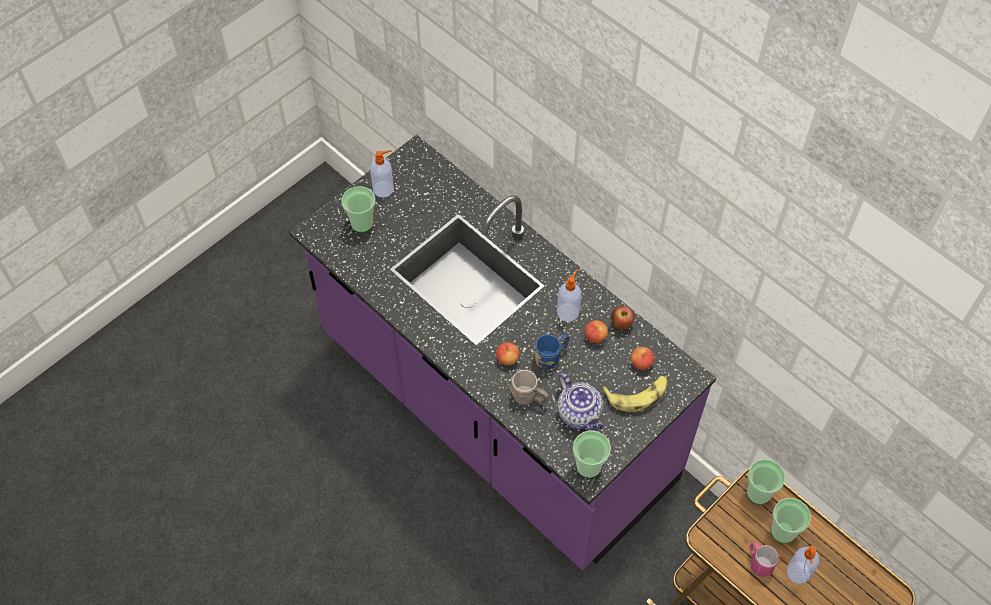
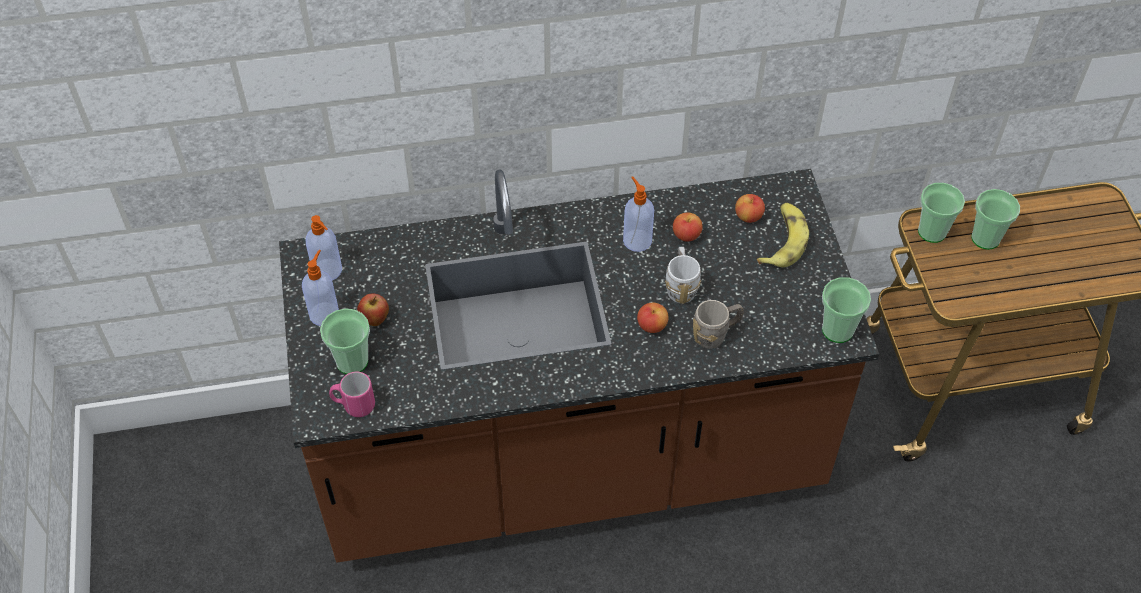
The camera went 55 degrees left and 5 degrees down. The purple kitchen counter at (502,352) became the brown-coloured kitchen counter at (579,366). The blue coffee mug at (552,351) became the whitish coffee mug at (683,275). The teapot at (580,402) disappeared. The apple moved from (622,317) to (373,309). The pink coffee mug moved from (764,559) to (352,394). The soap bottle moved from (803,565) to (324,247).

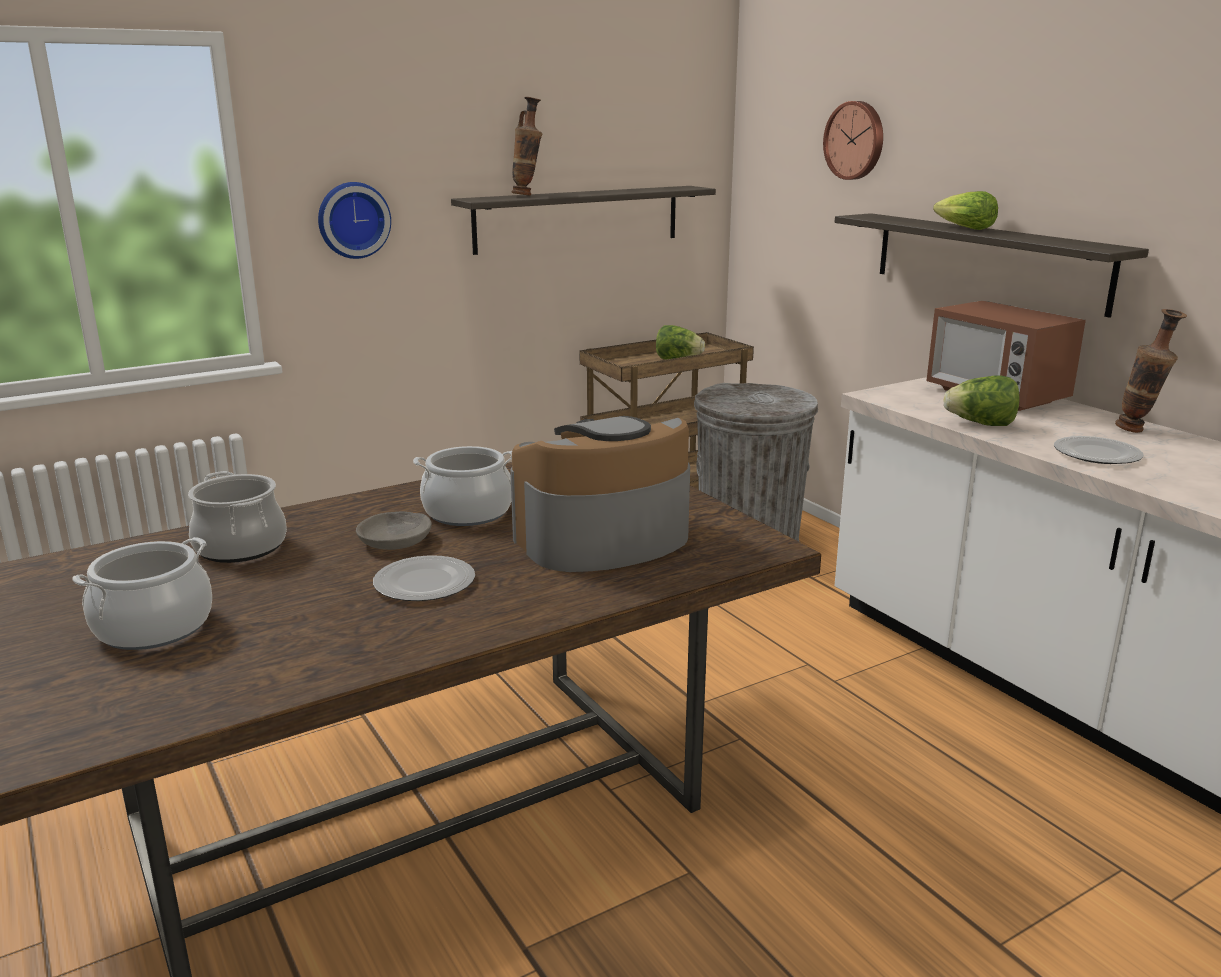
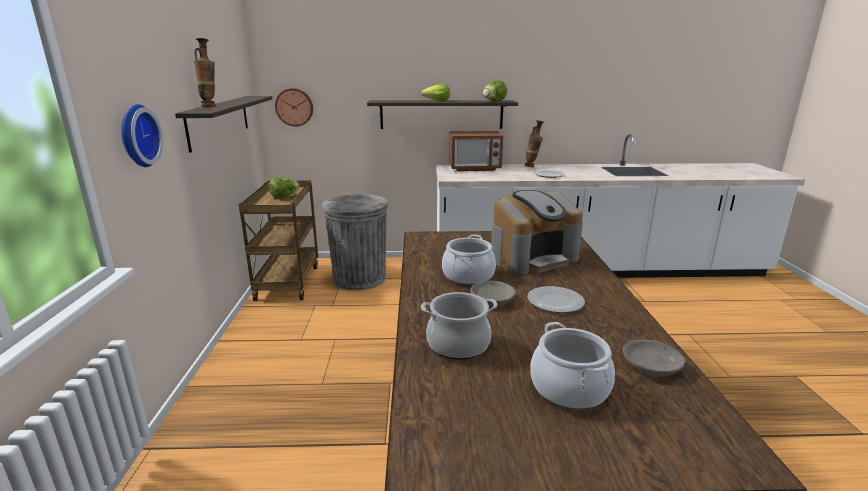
The camera went 60 degrees left and 0 degrees up. The coffee brewer at (600,494) turned 120 degrees counterclockwise. The wall clock moved from (853,140) to (294,107). The lettuce head moved from (981,400) to (495,91). The grey bowl at (654,358) appeared.

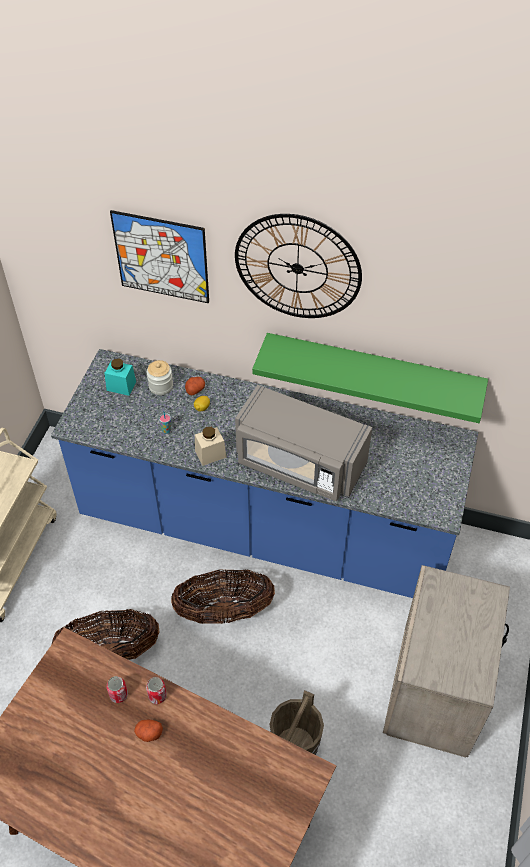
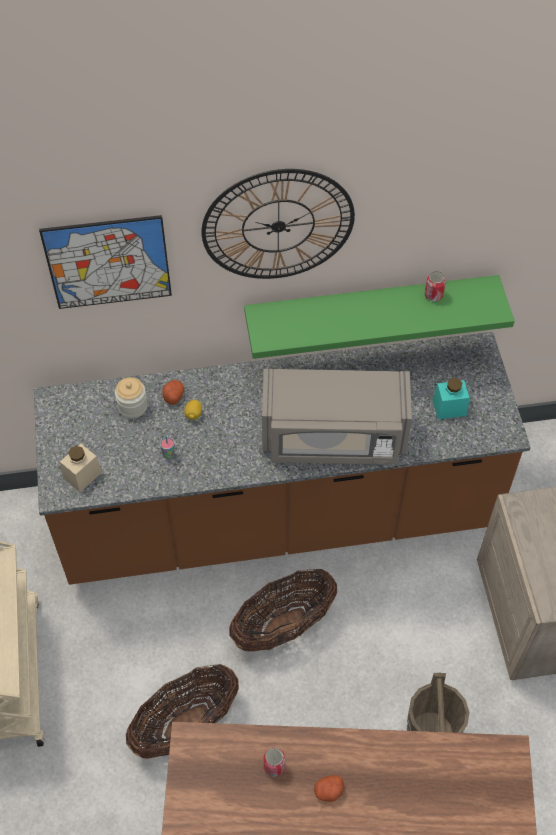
The camera went 25 degrees left and 5 degrees up. The blue kitchen counter at (264,473) became the brown-coloured kitchen counter at (282,458). The turquoise-coloured storage jar moved from (120,377) to (450,398). The metal can moved from (156,690) to (435,286). The beige-coloured storage jar moved from (210,446) to (81,468).

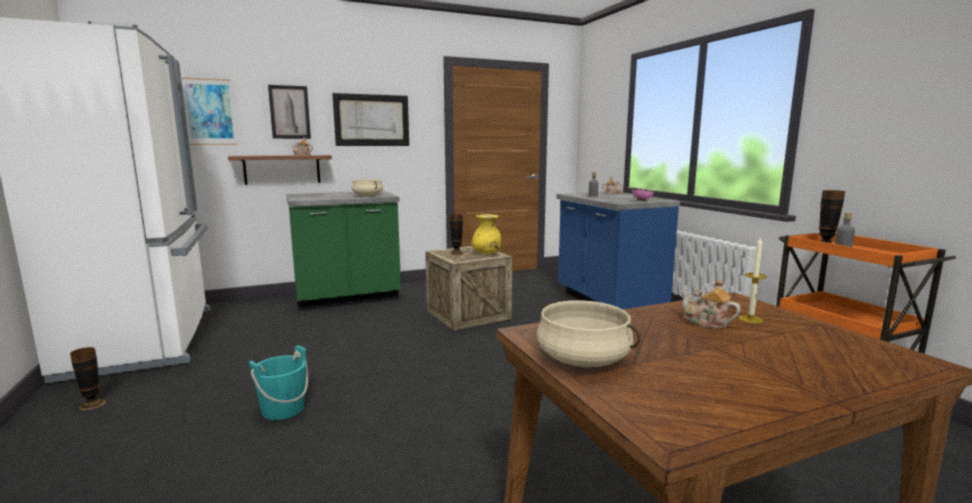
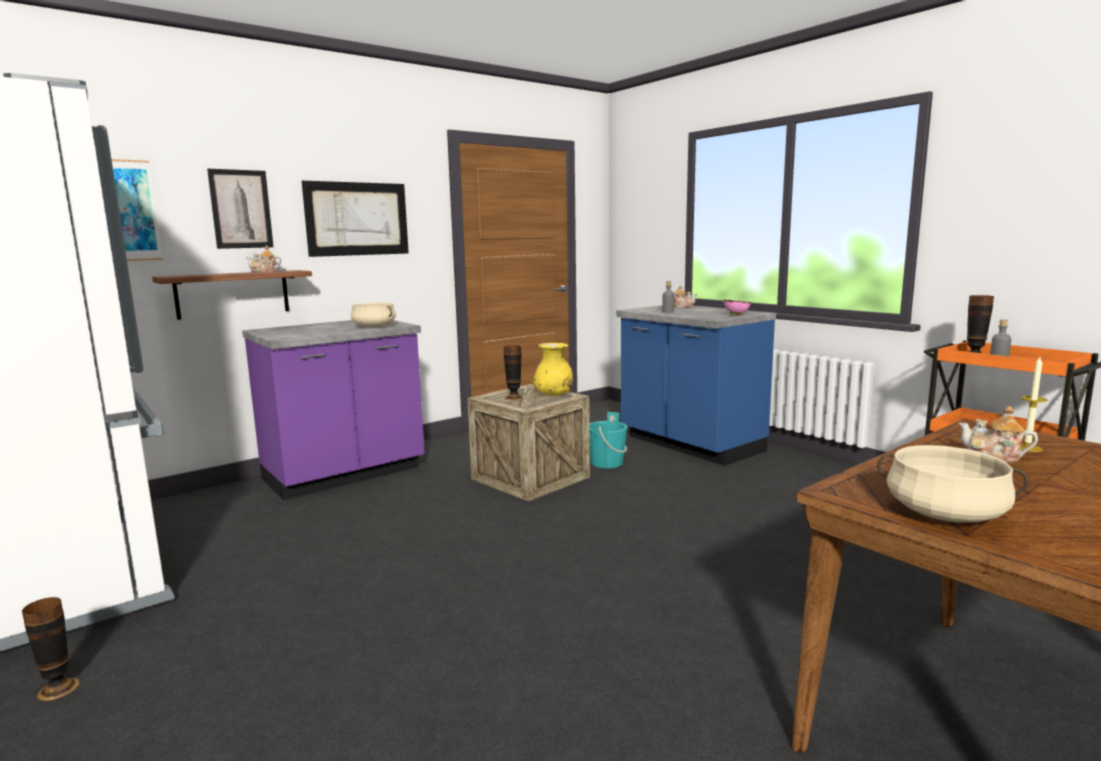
The camera went 15 degrees left and 0 degrees up. The turquoise-coloured water bucket moved from (278,382) to (608,440). The green kitchen counter at (344,251) became the purple kitchen counter at (333,410).

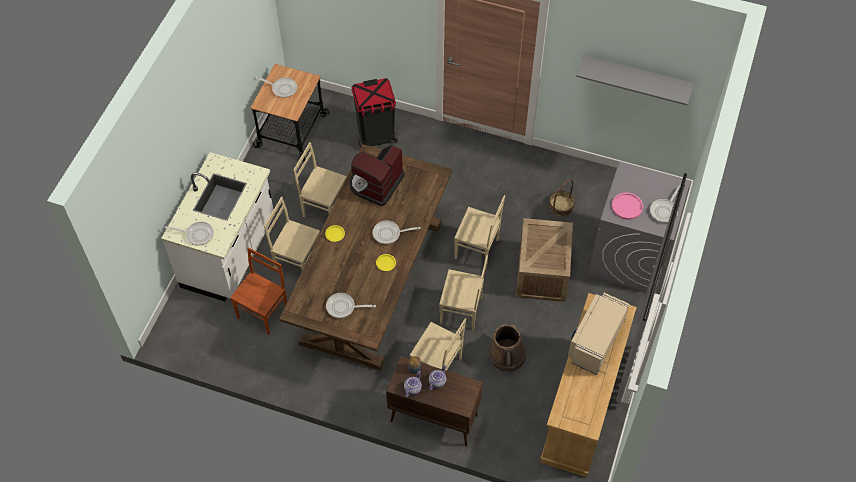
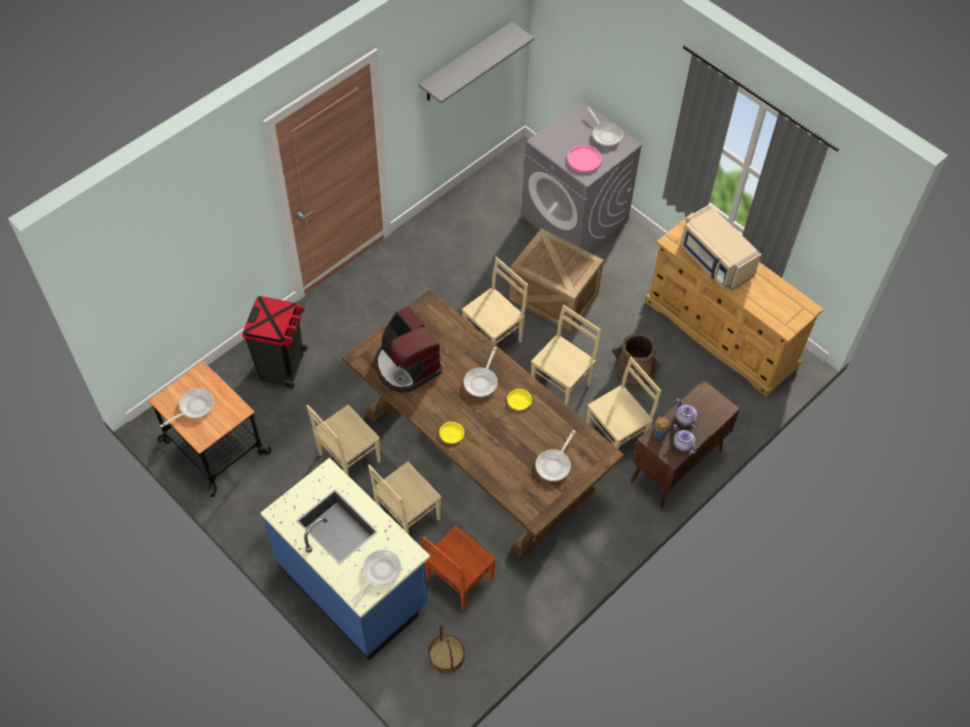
The camera went 65 degrees left and 0 degrees up. The whitish kitchen counter at (217,227) became the blue kitchen counter at (345,559). The brown-coloured chair at (258,291) turned 105 degrees counterclockwise. The storage basket moved from (562,197) to (446,649).

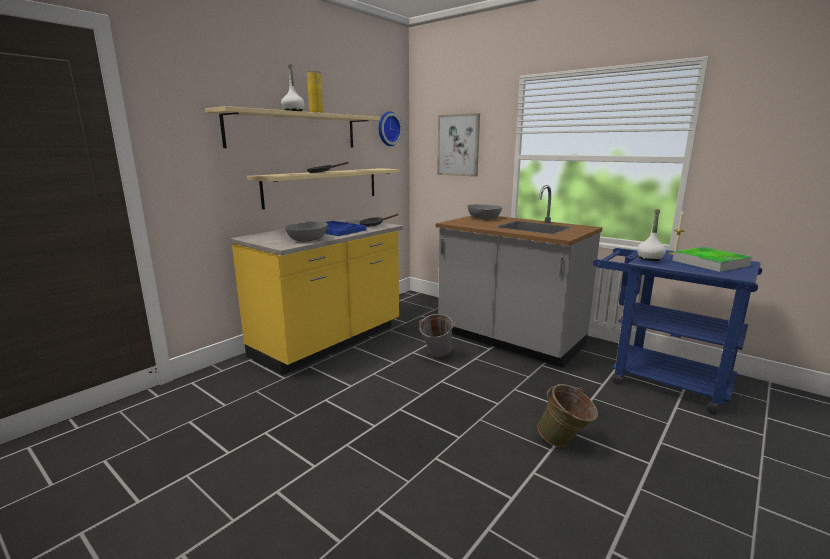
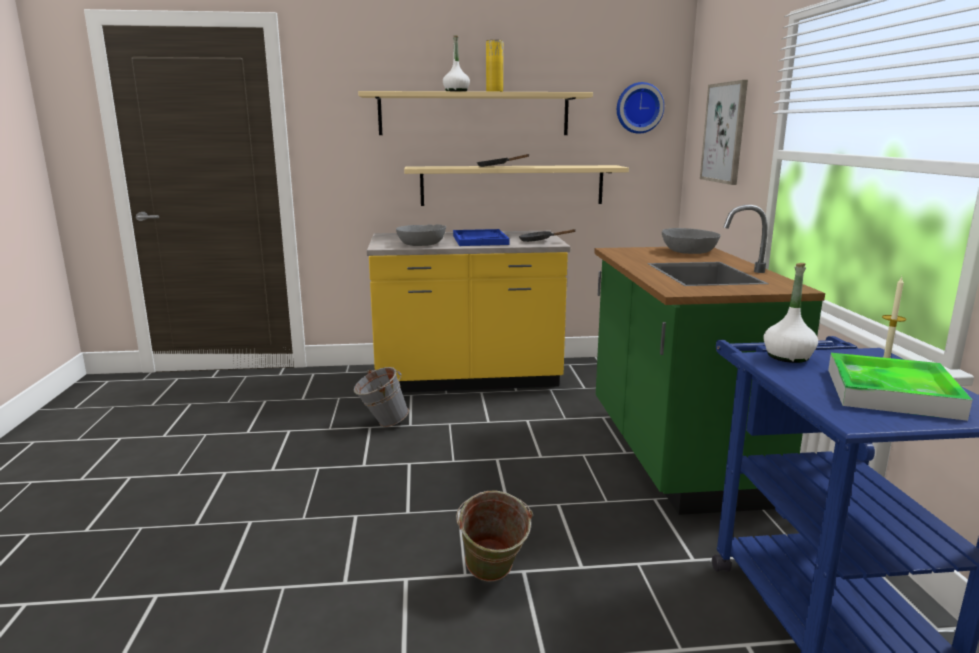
The camera went 45 degrees right and 0 degrees up. The grey water bucket moved from (437,335) to (381,397). The grey kitchen counter at (519,276) became the green kitchen counter at (709,360).

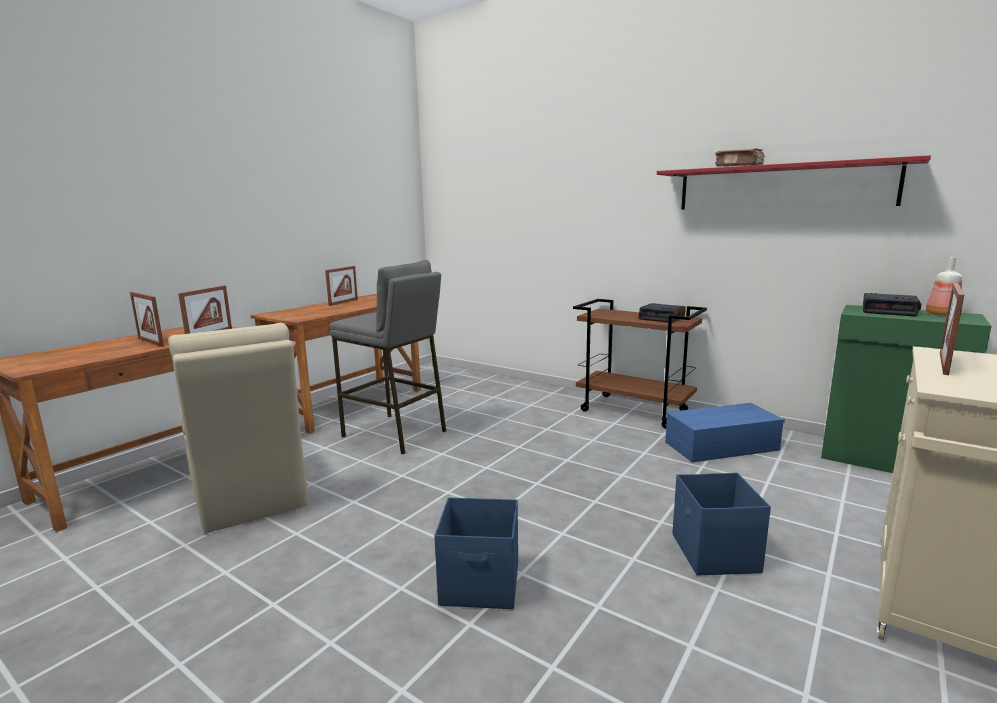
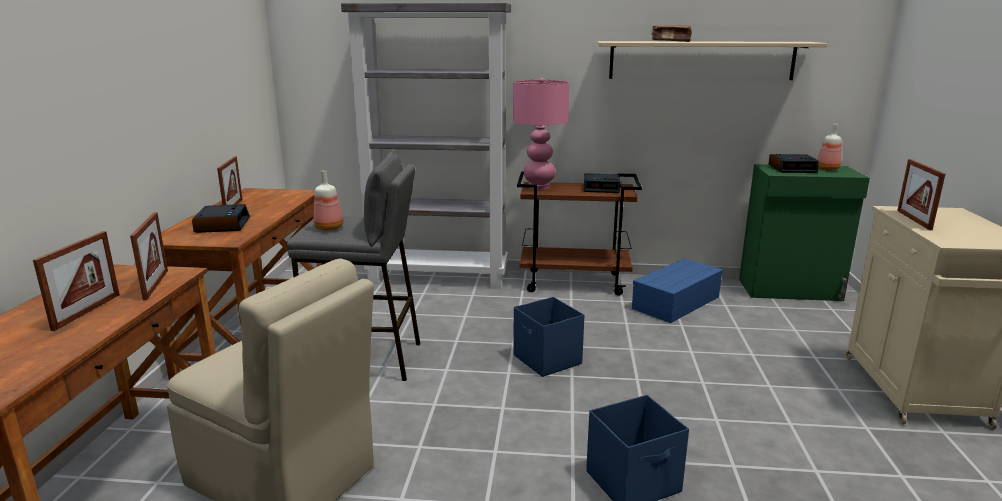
The camera went 30 degrees left and 5 degrees up. The photo frame at (147,319) turned 90 degrees counterclockwise. The red shelf at (794,182) became the beige-coloured shelf at (712,60). The blue storage bin moved from (721,524) to (548,337). The alarm clock at (221,218) appeared. The beverage bottle at (328,200) appeared. The grey bookcase at (426,146) appeared. The pink lamp for a table at (541,134) appeared.

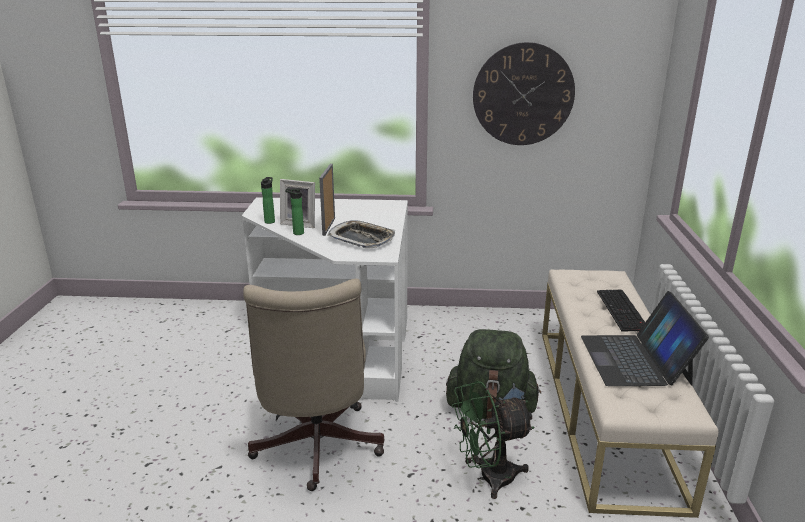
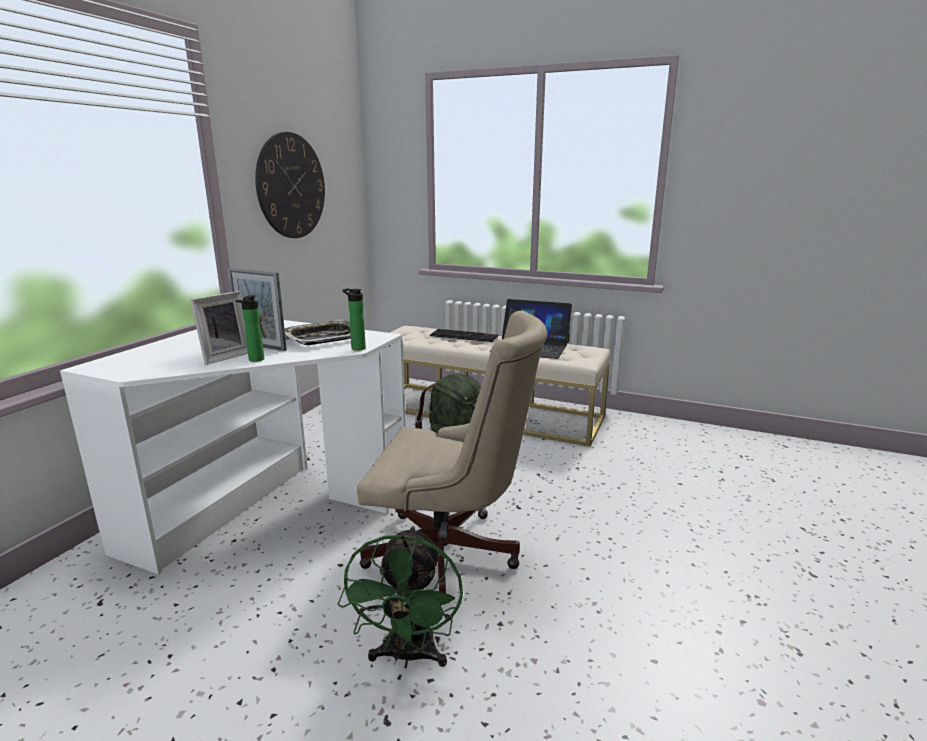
The camera went 70 degrees left and 5 degrees down. The beverage bottle moved from (268,200) to (354,319). The green fan moved from (493,439) to (400,597).

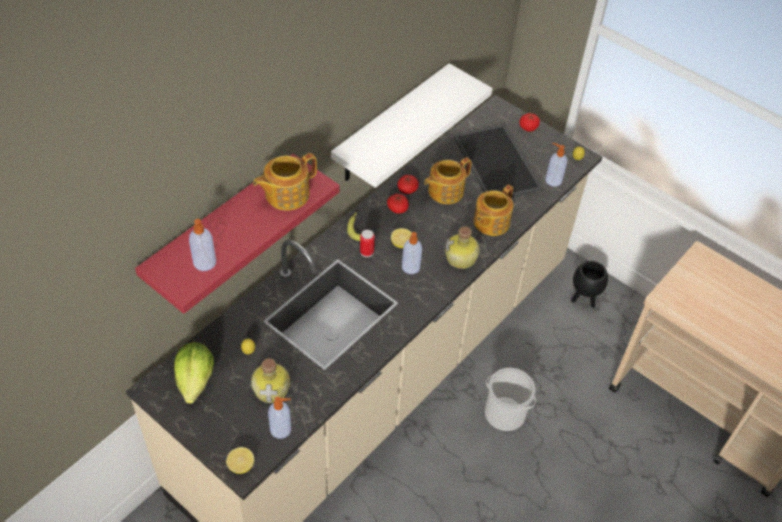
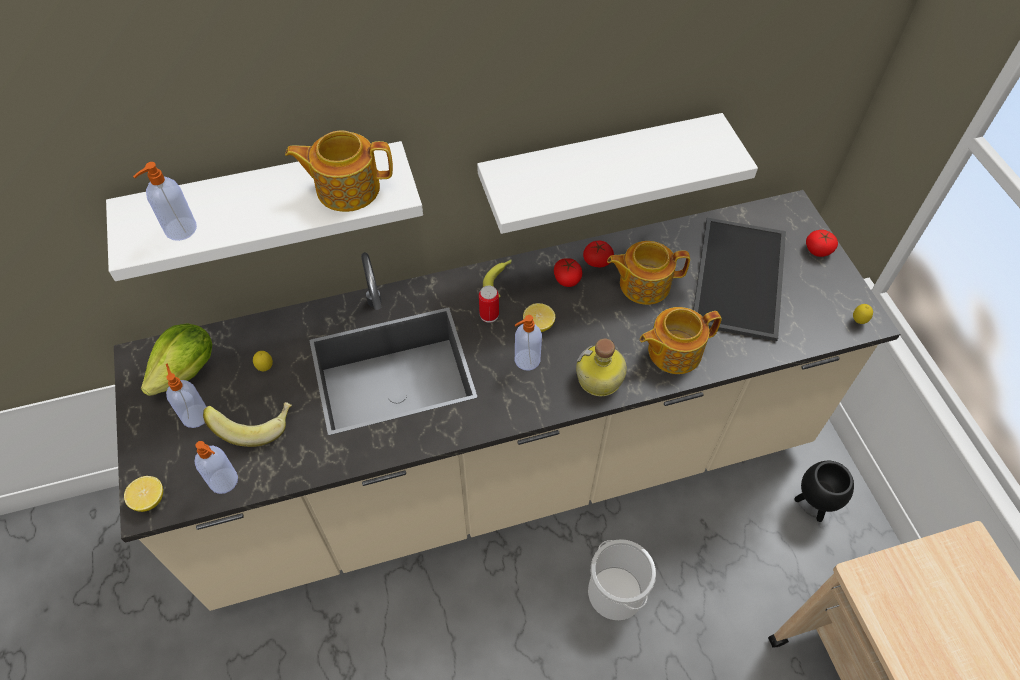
The camera went 35 degrees right and 5 degrees up. The red shelf at (237,234) became the whitish shelf at (264,211). The beverage bottle at (270,380) was replaced by the whole banana at (247,424). The soap bottle moved from (556,165) to (186,396).

